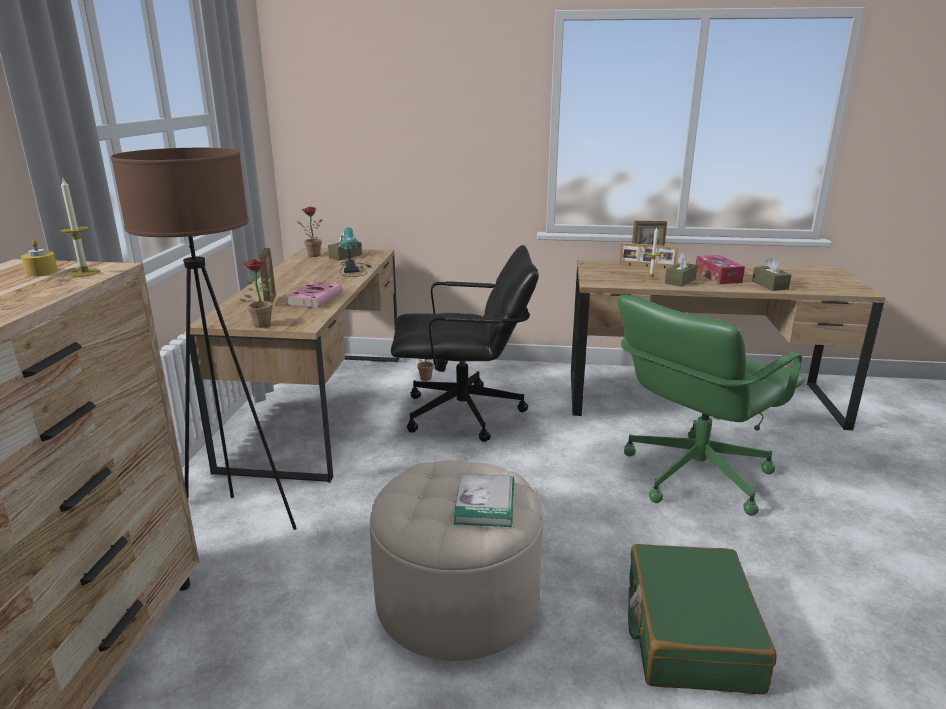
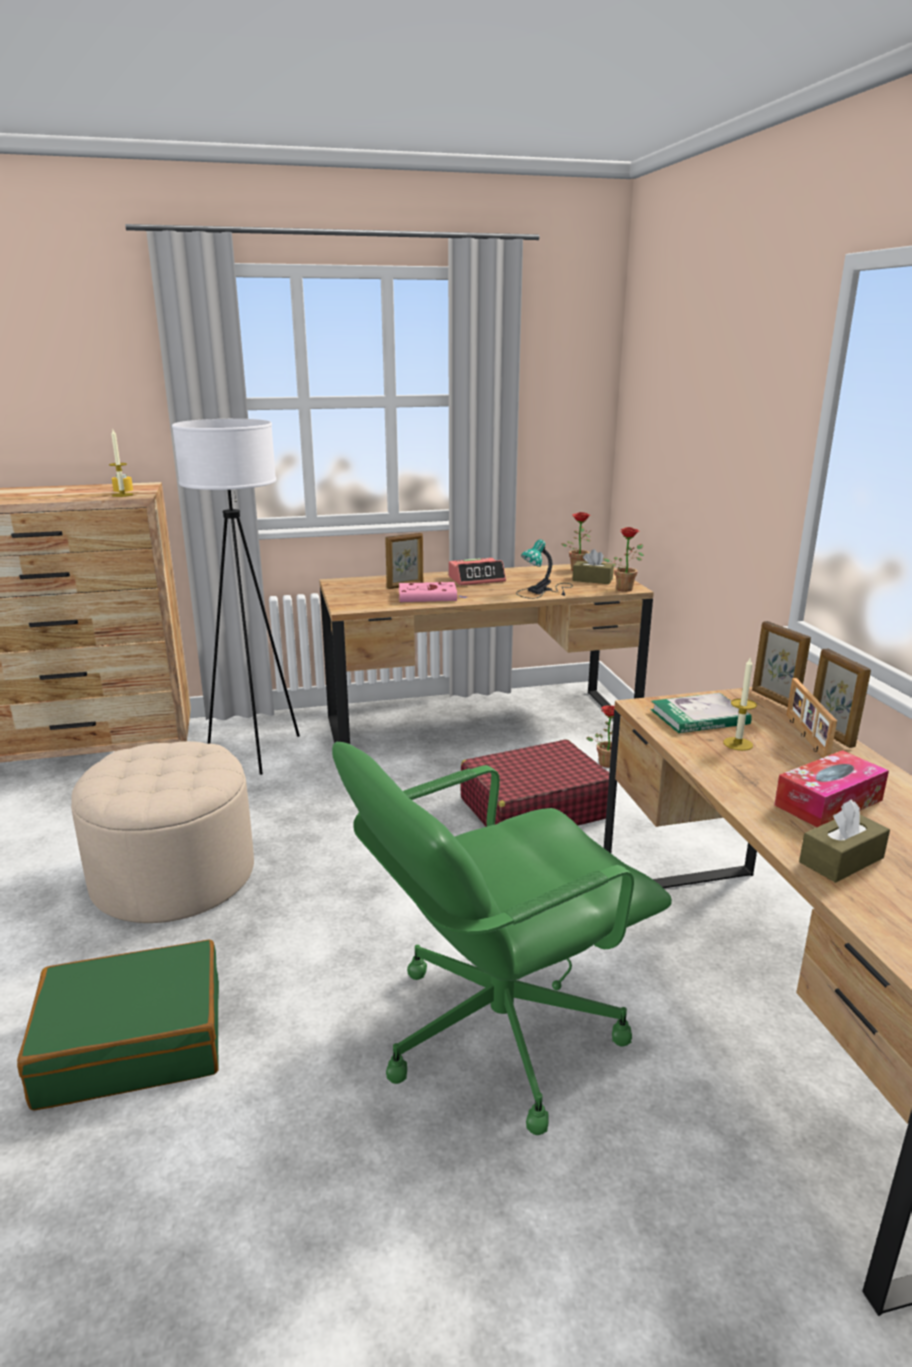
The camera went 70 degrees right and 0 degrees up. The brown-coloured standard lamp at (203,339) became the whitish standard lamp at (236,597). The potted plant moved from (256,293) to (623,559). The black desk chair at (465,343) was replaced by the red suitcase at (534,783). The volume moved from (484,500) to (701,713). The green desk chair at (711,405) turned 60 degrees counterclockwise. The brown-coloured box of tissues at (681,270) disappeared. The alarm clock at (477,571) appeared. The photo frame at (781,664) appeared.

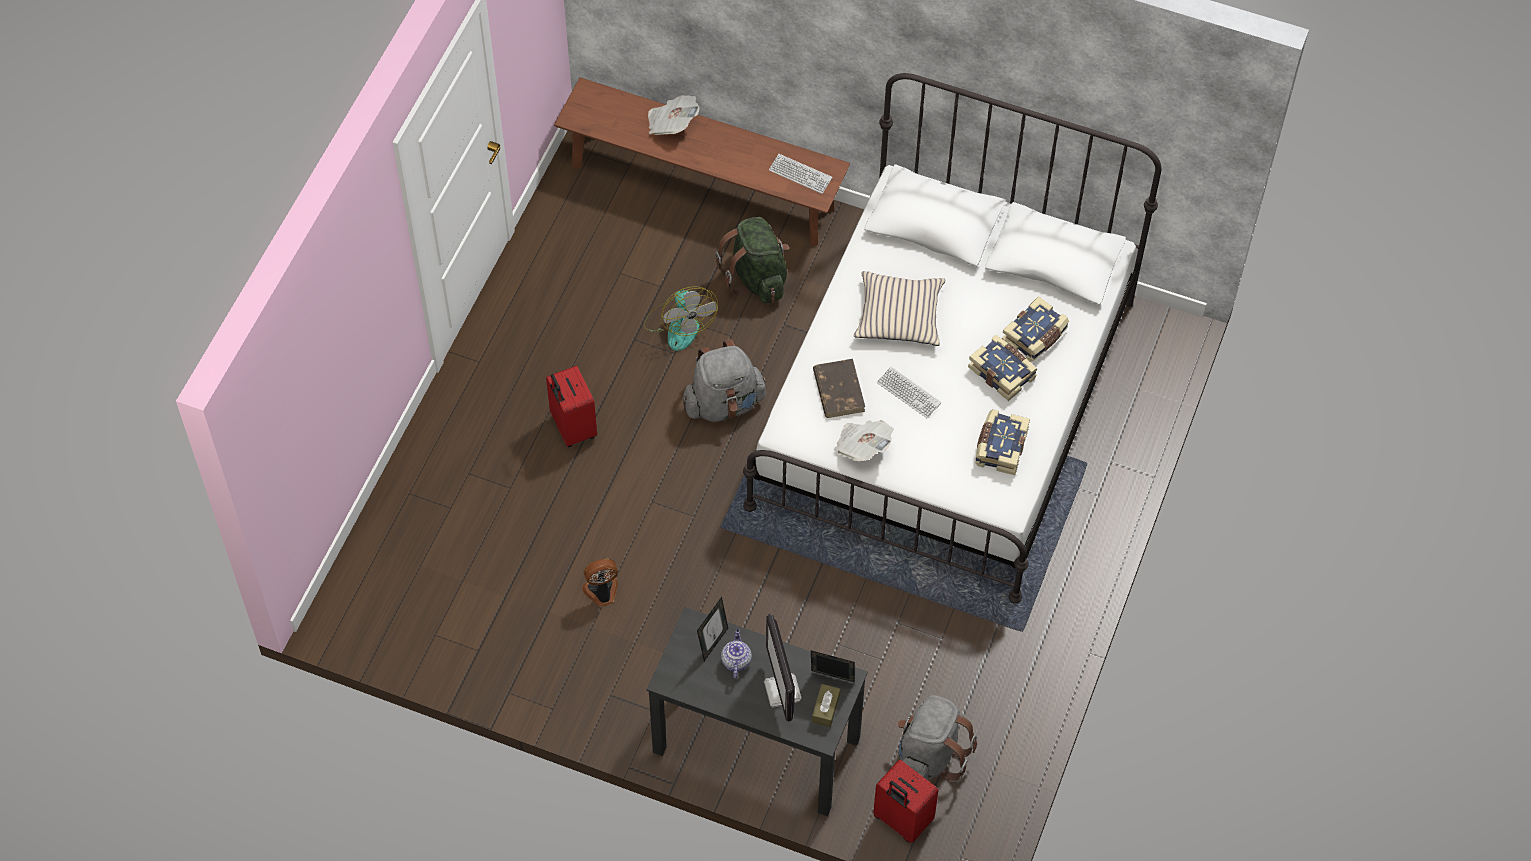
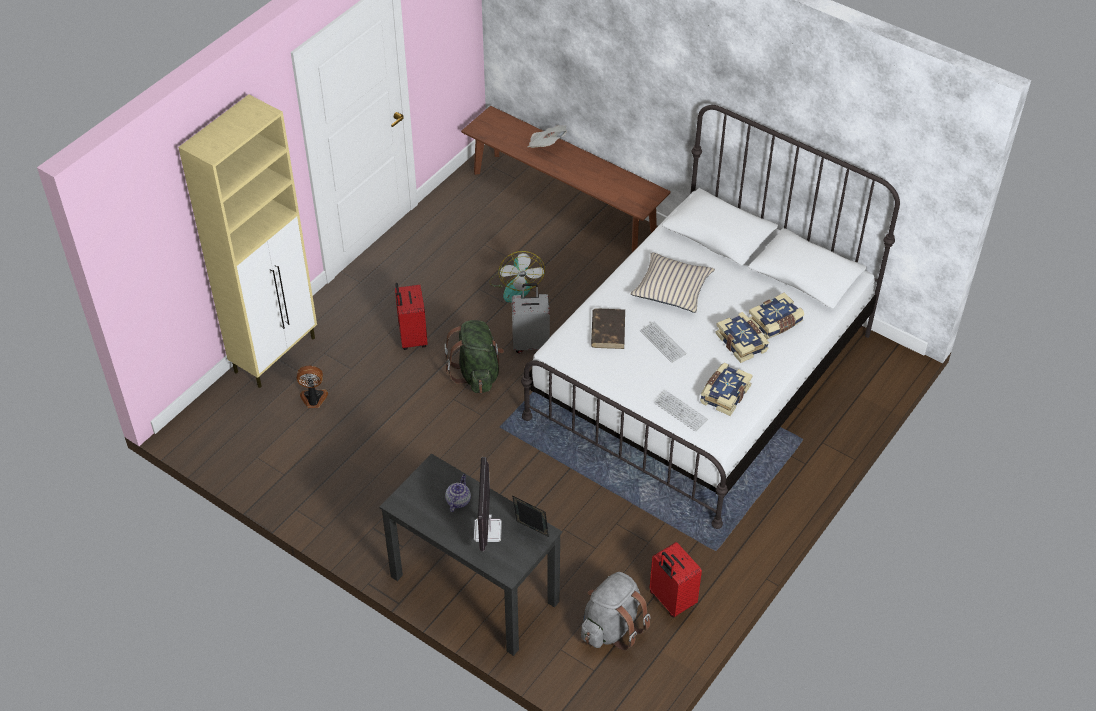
The camera went 15 degrees right and 10 degrees down. The fan moved from (600,583) to (312,387). The grey backpack at (725,380) was replaced by the grey suitcase at (531,318). The photo frame at (712,629) disappeared. The green backpack moved from (752,260) to (474,356). The computer keyboard moved from (800,174) to (681,411). The brown-coloured box of tissues at (826,705) disappeared. The newspaper at (864,440) disappeared. The red suitcase moved from (906,801) to (676,580). The beige-coloured cupboard at (247,241) appeared.

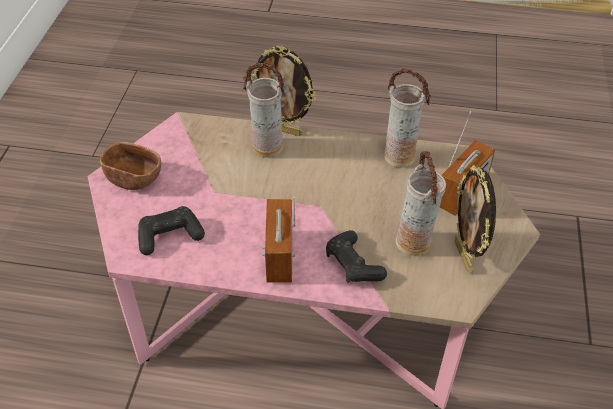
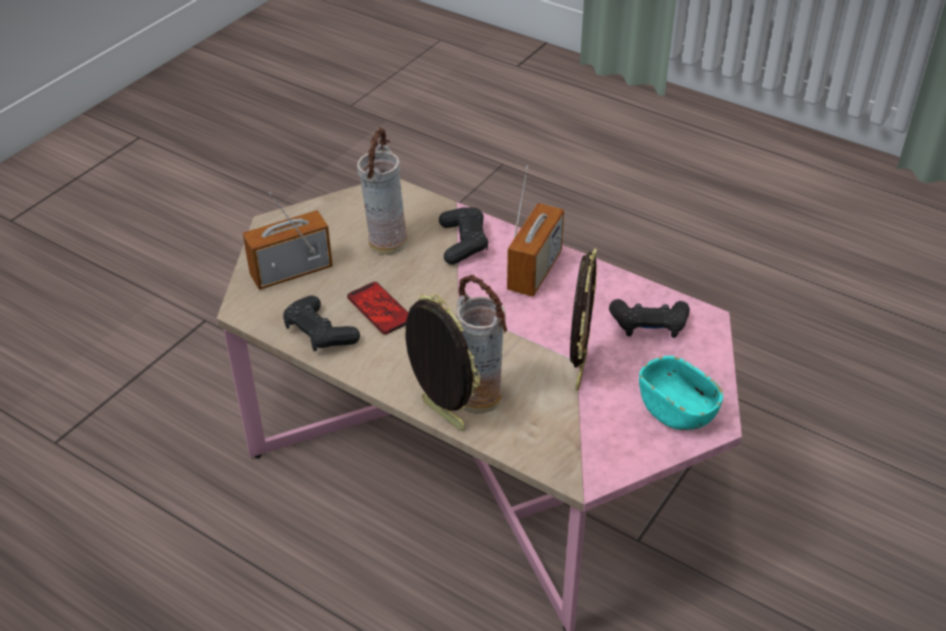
The camera went 155 degrees left and 5 degrees down. The brown-coloured bowl at (130,166) became the turquoise-coloured bowl at (681,393). The flower vase at (407,117) was replaced by the black joypad at (321,323). The photo frame moved from (475,219) to (583,319). The telephone at (377,308) appeared.

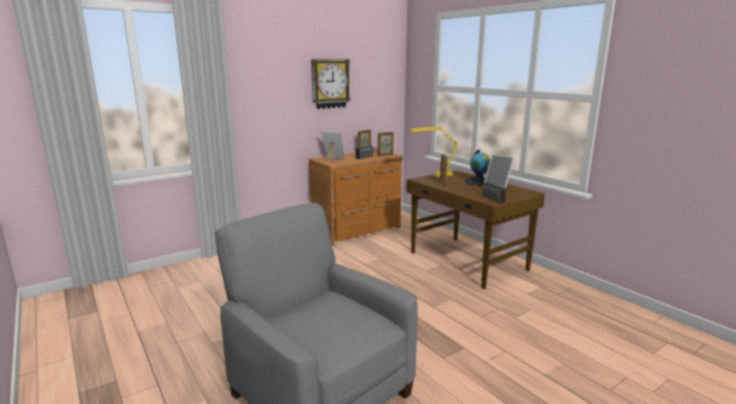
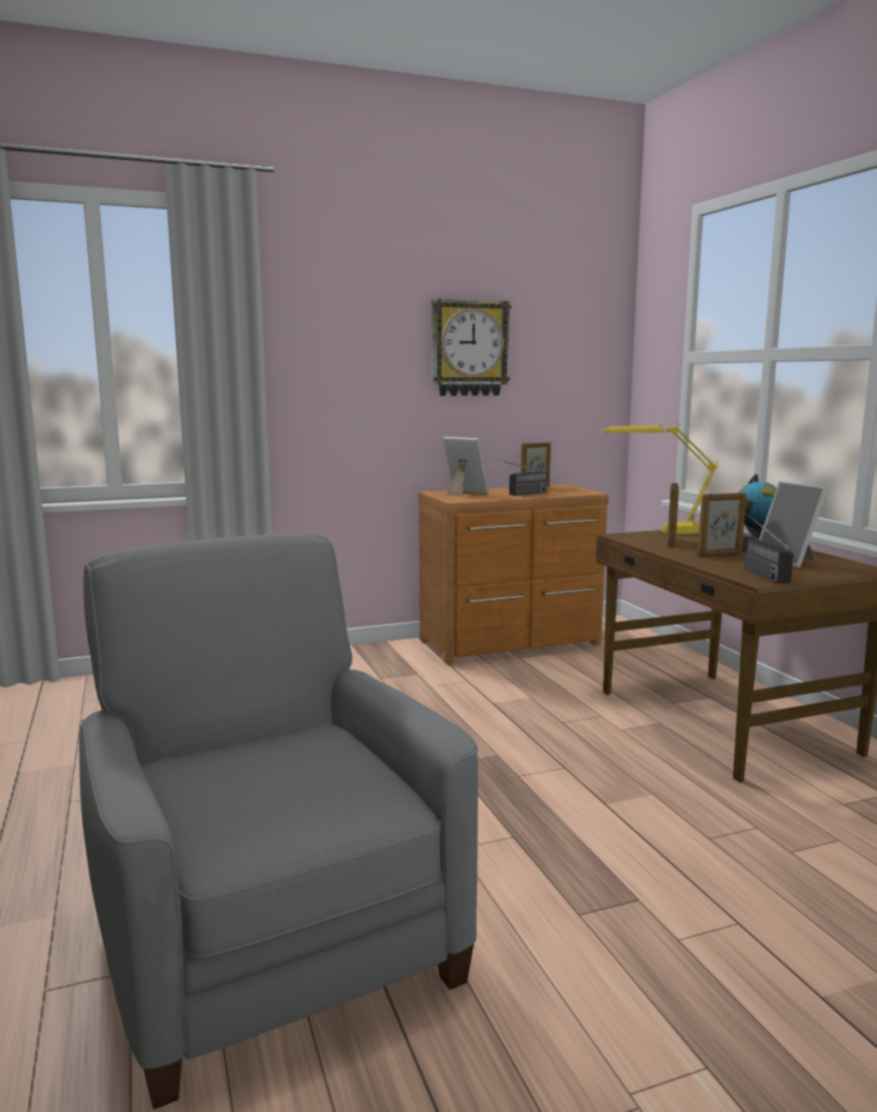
The camera went 15 degrees right and 5 degrees down. The photo frame moved from (385,144) to (721,525).

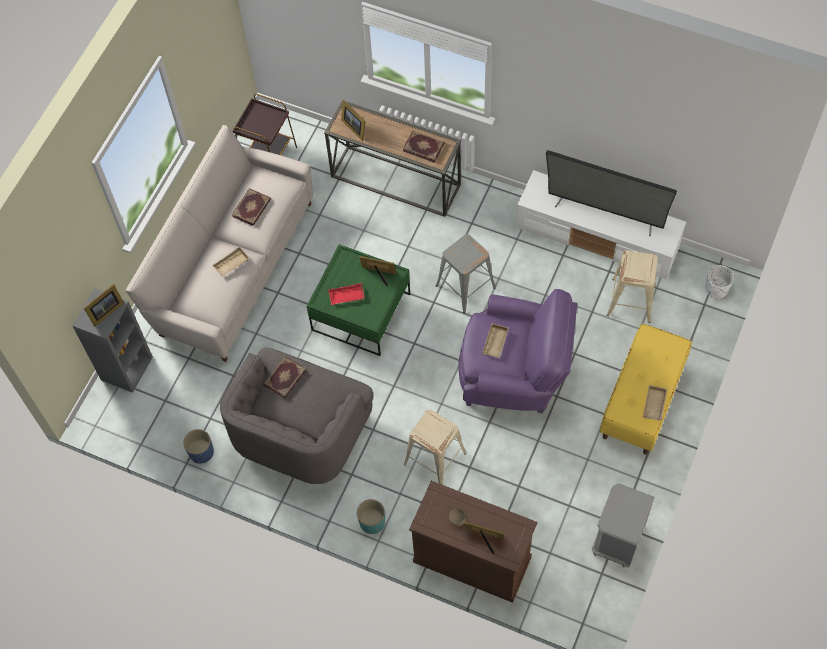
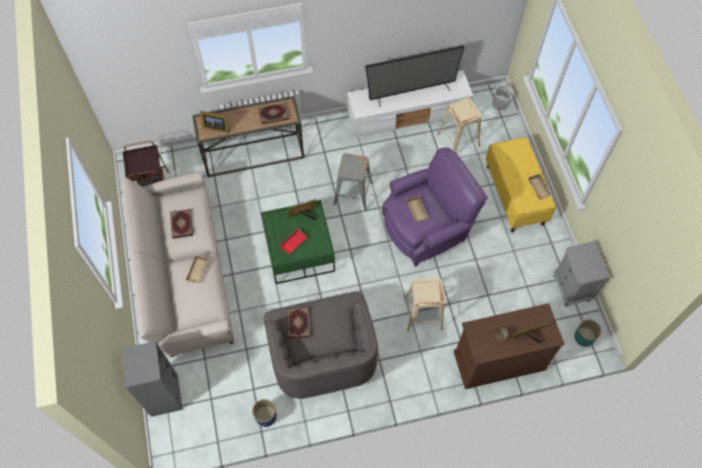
The camera went 40 degrees left and 0 degrees up. The photo frame at (104,305) disappeared. The turquoise-coloured planter moved from (371,516) to (587,333).

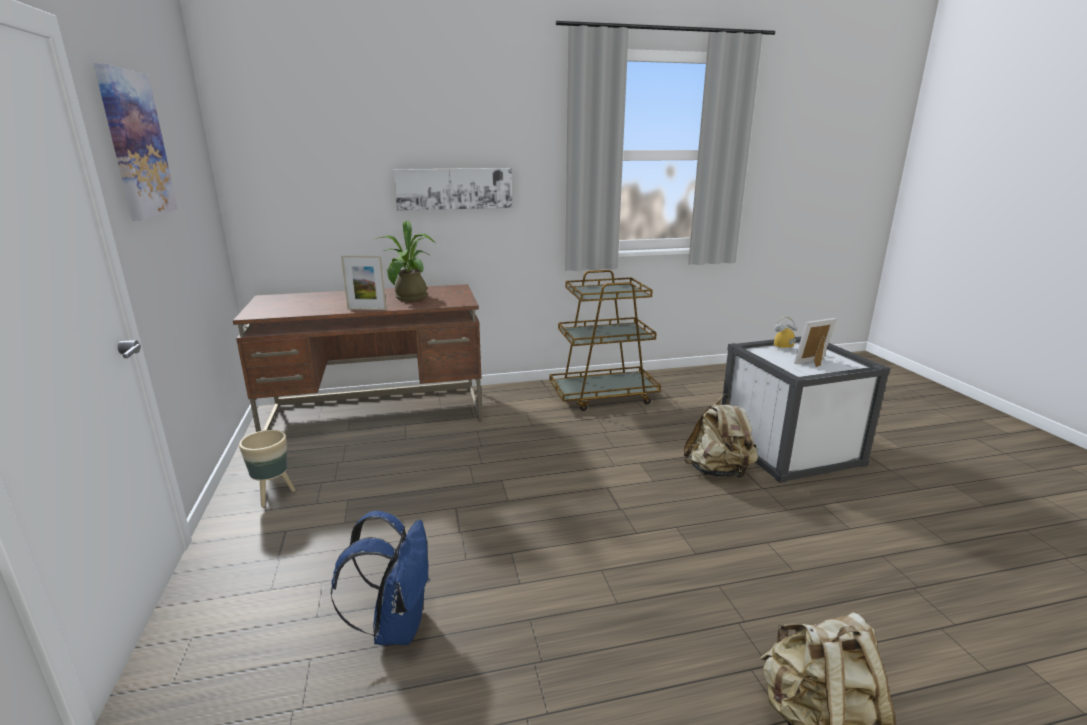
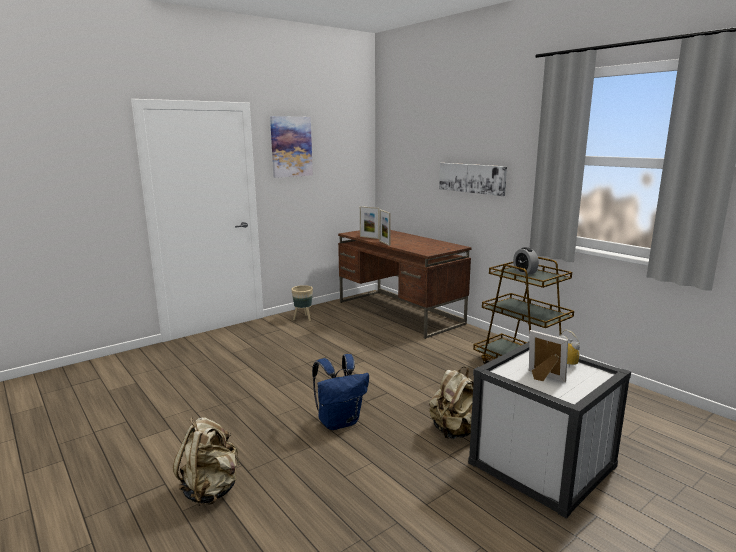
The camera went 65 degrees right and 5 degrees down. The blue backpack moved from (380,578) to (340,392). The potted plant at (405,261) disappeared. The photo frame at (369,222) appeared. The alarm clock at (526,260) appeared.

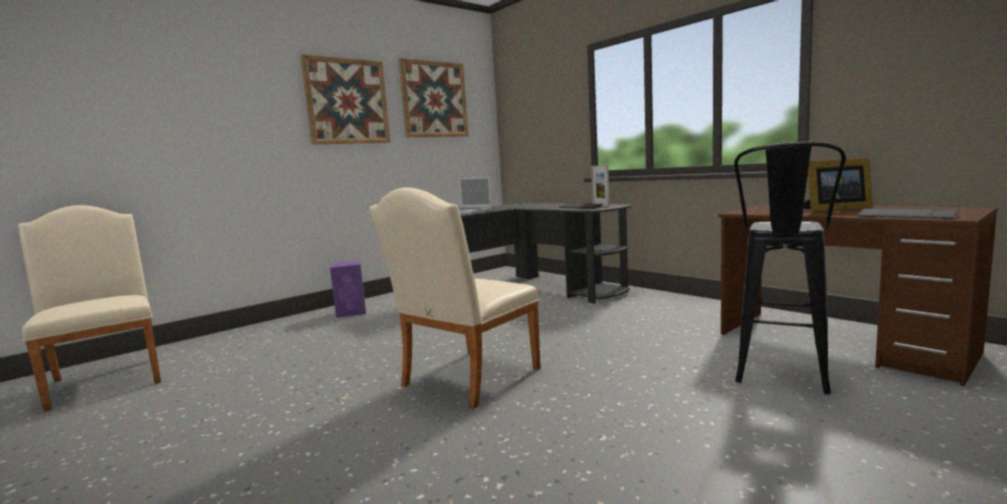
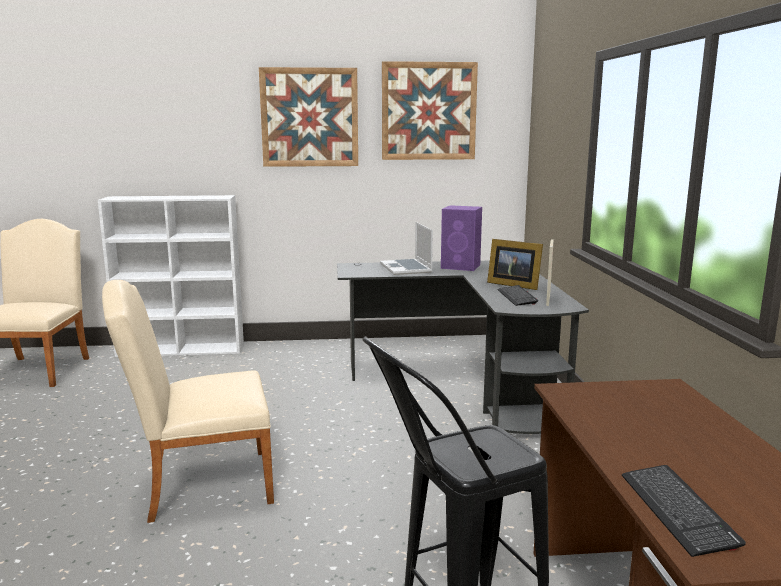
The camera went 35 degrees right and 5 degrees up. The purple speaker moved from (348,289) to (461,238). The photo frame moved from (838,184) to (515,264). The whitish bookcase at (171,276) appeared.

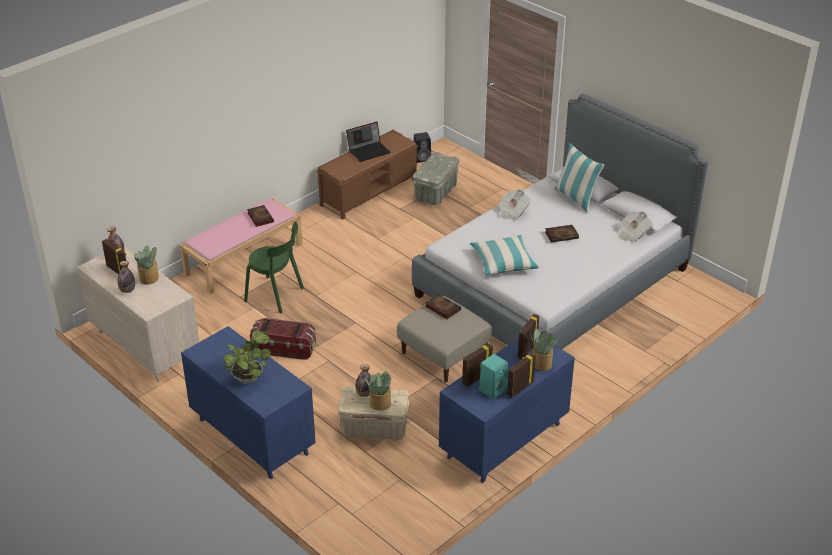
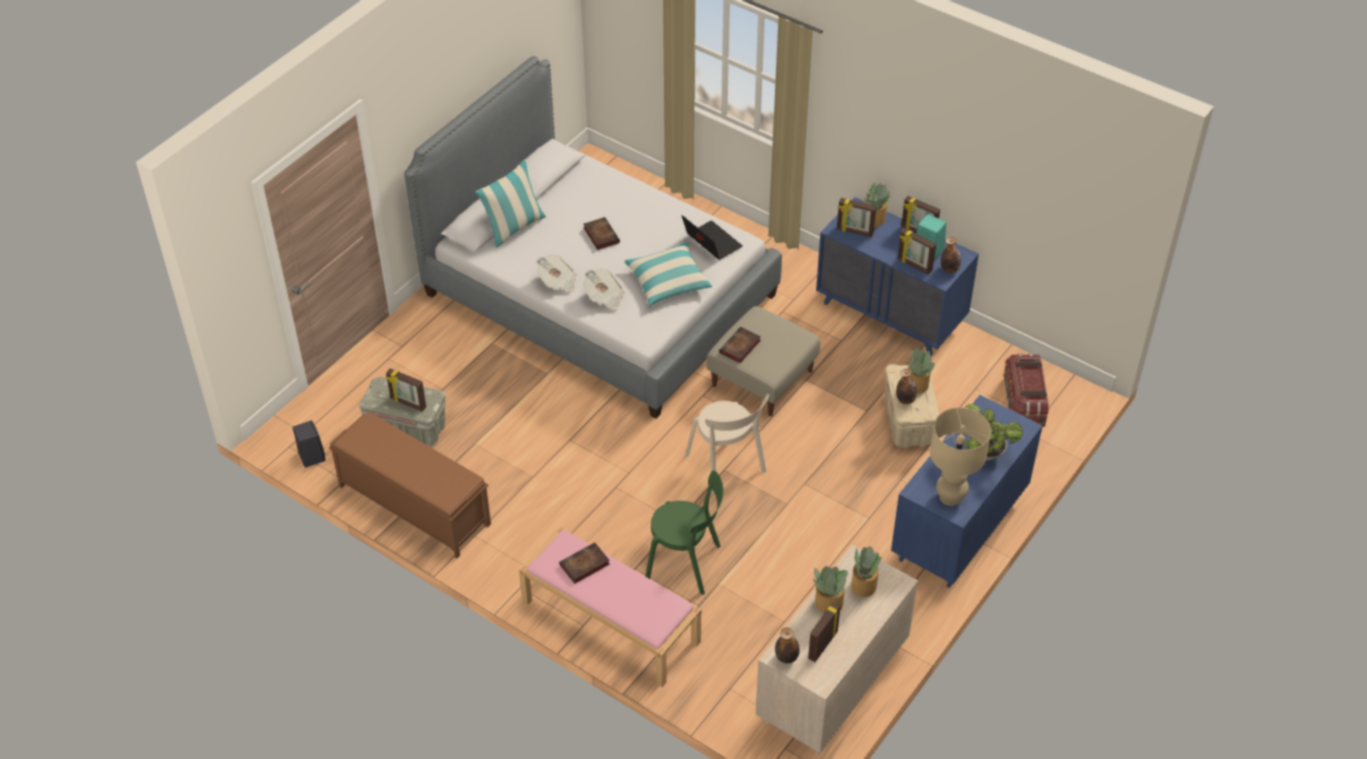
The camera went 100 degrees left and 10 degrees up. The beverage bottle moved from (126,277) to (951,255). The green chair at (274,267) turned 90 degrees clockwise. The storage bin moved from (283,339) to (1026,390). The portable computer moved from (368,142) to (712,237). The newspaper moved from (634,226) to (604,289). The photo frame at (406,390) appeared. The beige-coloured chair at (727,444) appeared. The potted plant at (866,571) appeared. The beige-coloured lamp for a table at (960,457) appeared.

